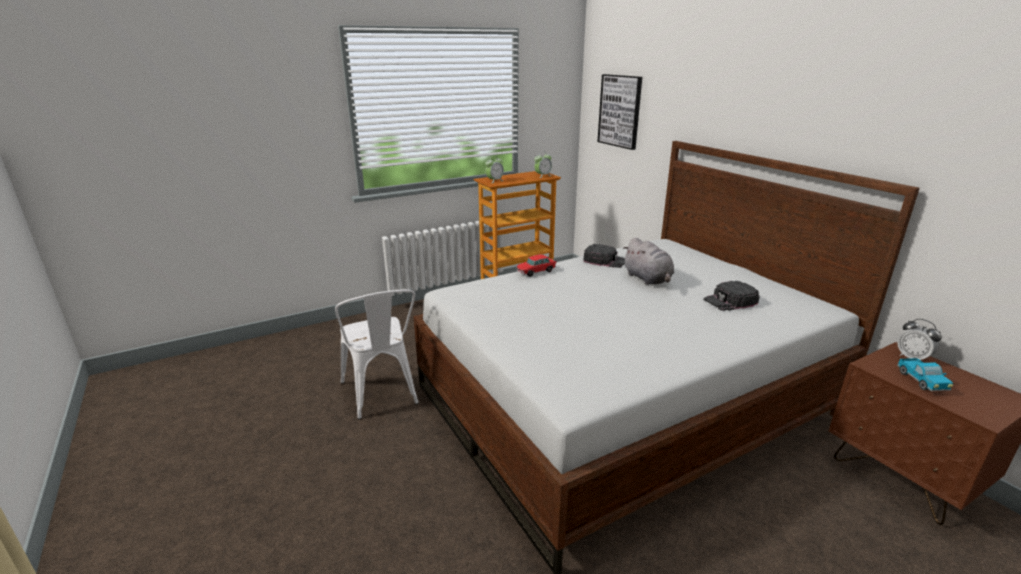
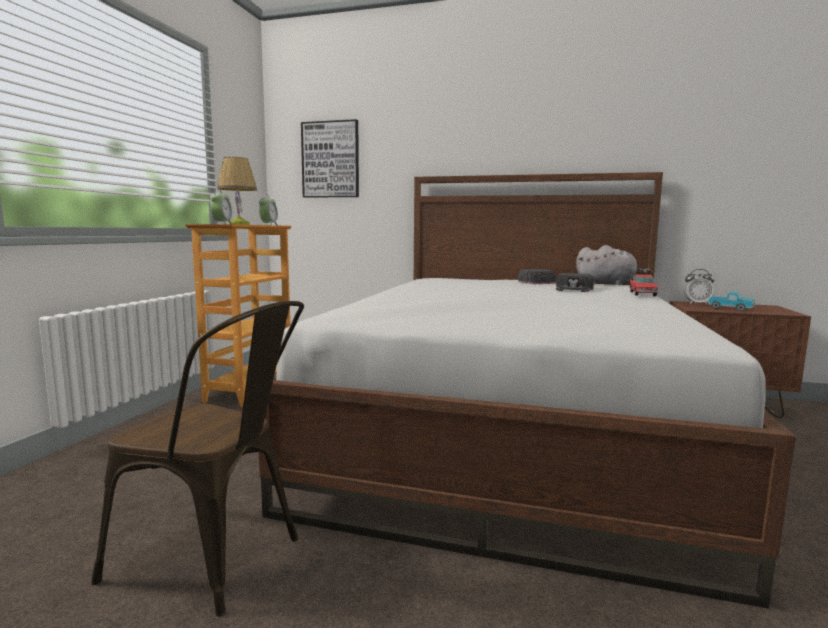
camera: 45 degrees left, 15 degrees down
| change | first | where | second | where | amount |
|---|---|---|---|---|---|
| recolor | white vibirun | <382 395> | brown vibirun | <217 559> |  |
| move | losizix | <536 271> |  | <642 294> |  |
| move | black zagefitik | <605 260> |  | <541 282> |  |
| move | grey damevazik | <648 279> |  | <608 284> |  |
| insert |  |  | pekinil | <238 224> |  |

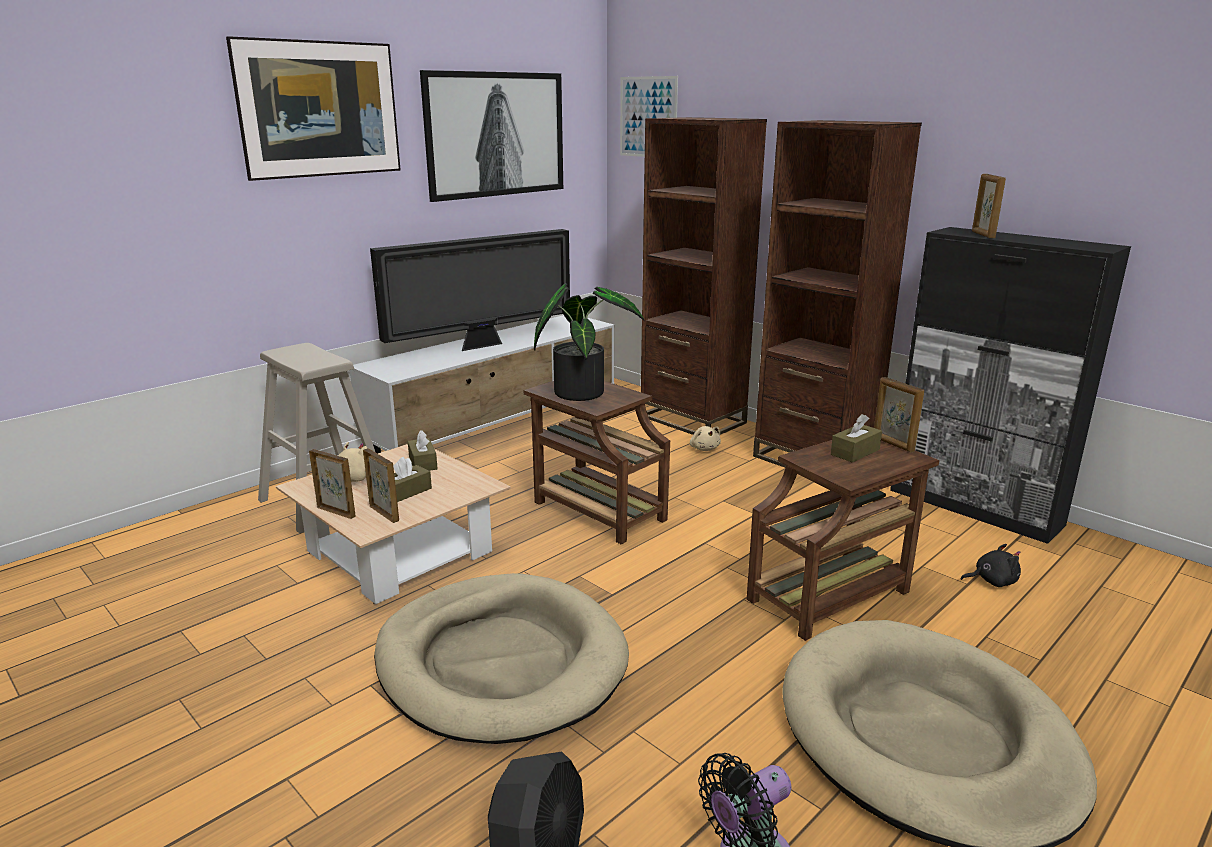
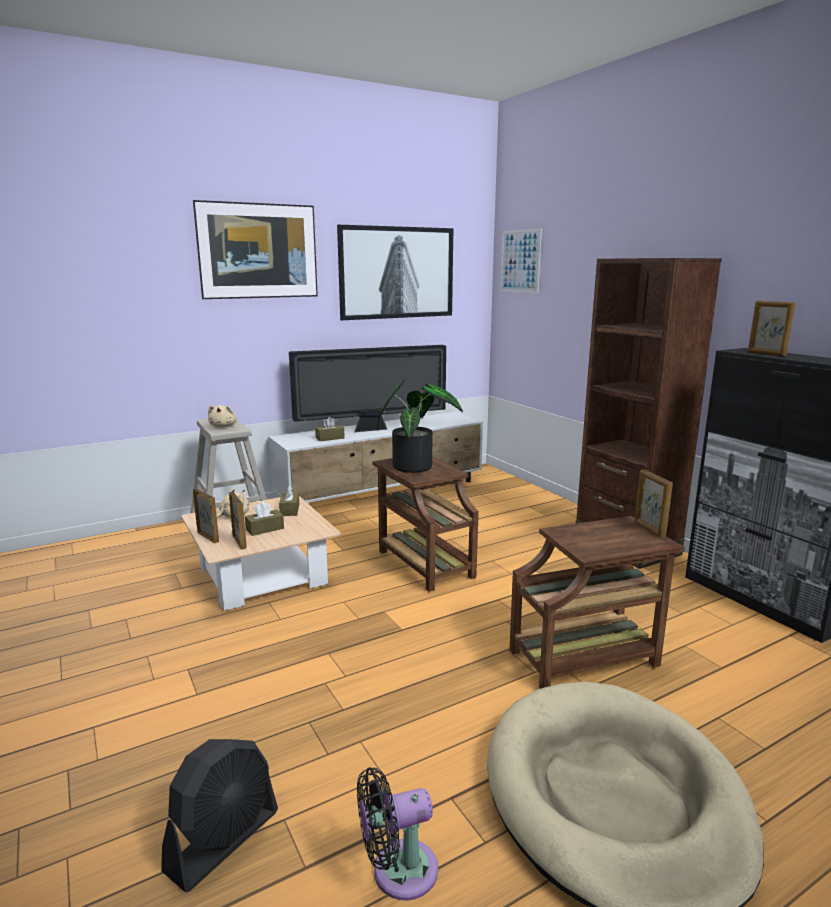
camera: 15 degrees right, 5 degrees down
| change | first | where | second | where | amount |
|---|---|---|---|---|---|
| delete | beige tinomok | <501 662> |  |  |  |
| delete | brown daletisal | <692 419> |  |  |  |
| move | beige damevazik | <704 448> |  | <223 426> |  |
| move | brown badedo | <855 452> |  | <330 438> |  |
| delete | black damevazik | <992 581> |  |  |  |
| rotate | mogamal | <982 235> |  | <766 354> | 45 degrees counterclockwise |

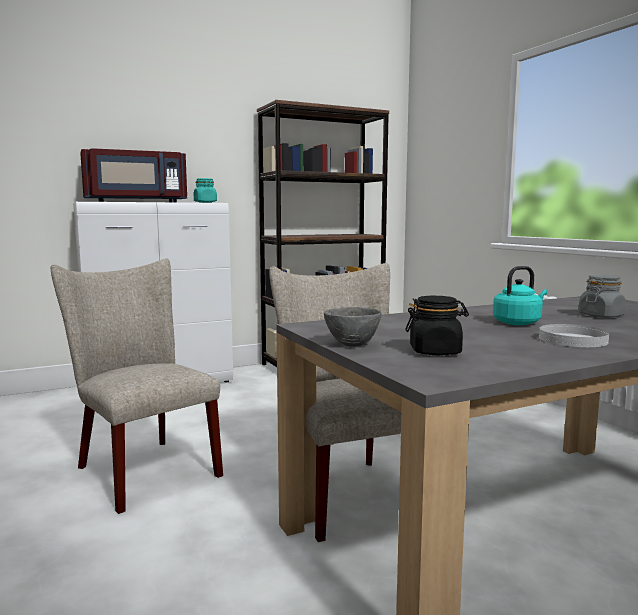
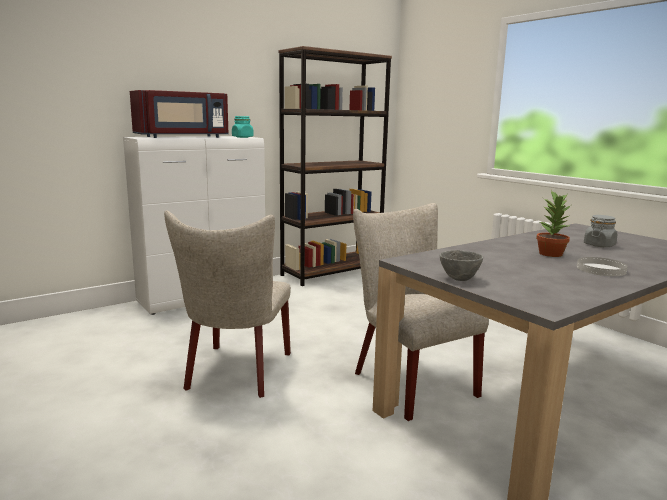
camera: 10 degrees left, 5 degrees up
| change | first | where | second | where | amount |
|---|---|---|---|---|---|
| rotate | beige vibirun | <142 469> |  | <236 373> | 120 degrees counterclockwise |
| delete | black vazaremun | <435 351> |  |  |  |
| replace | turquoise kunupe | <518 322> | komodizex | <550 254> |  |

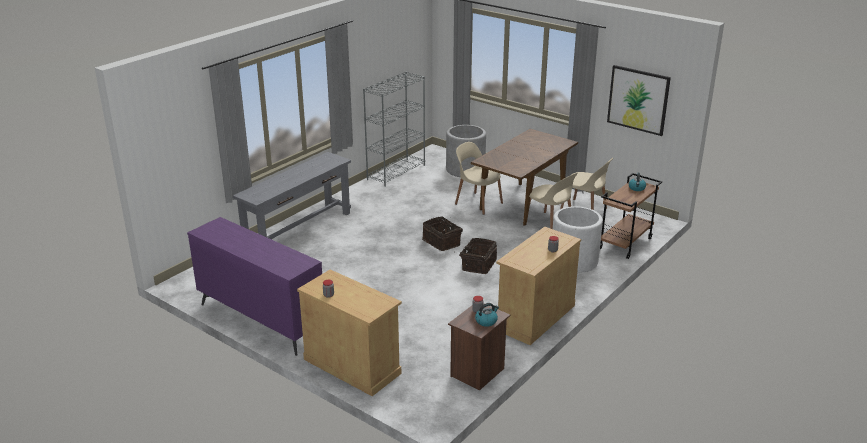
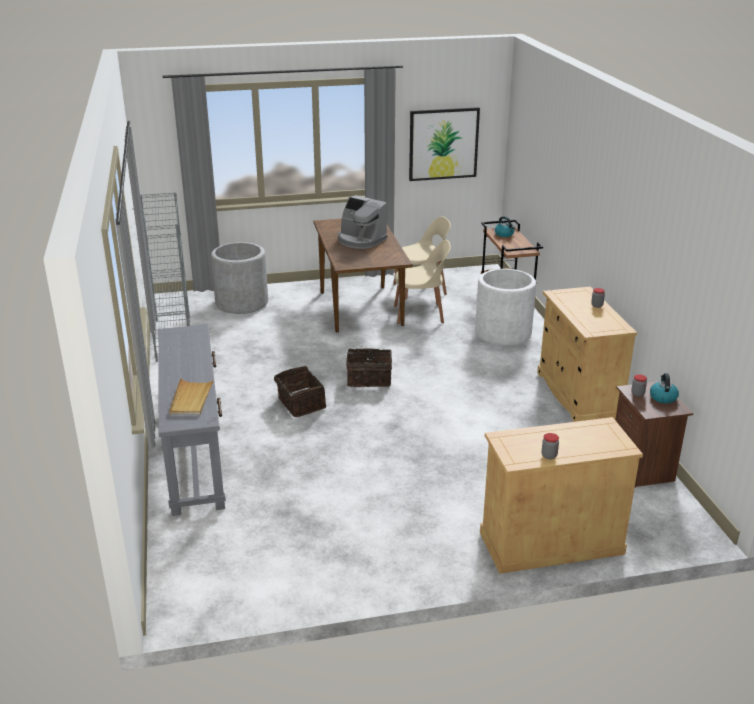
camera: 50 degrees left, 0 degrees up
| change | first | where | second | where | amount |
|---|---|---|---|---|---|
| delete | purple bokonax | <260 320> |  |  |  |
| delete | beige vibirun | <477 203> |  |  |  |
| move | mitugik | <478 265> |  | <300 404> |  |
| insert |  |  | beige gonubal | <191 399> |  |
| insert |  |  | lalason | <360 240> |  |

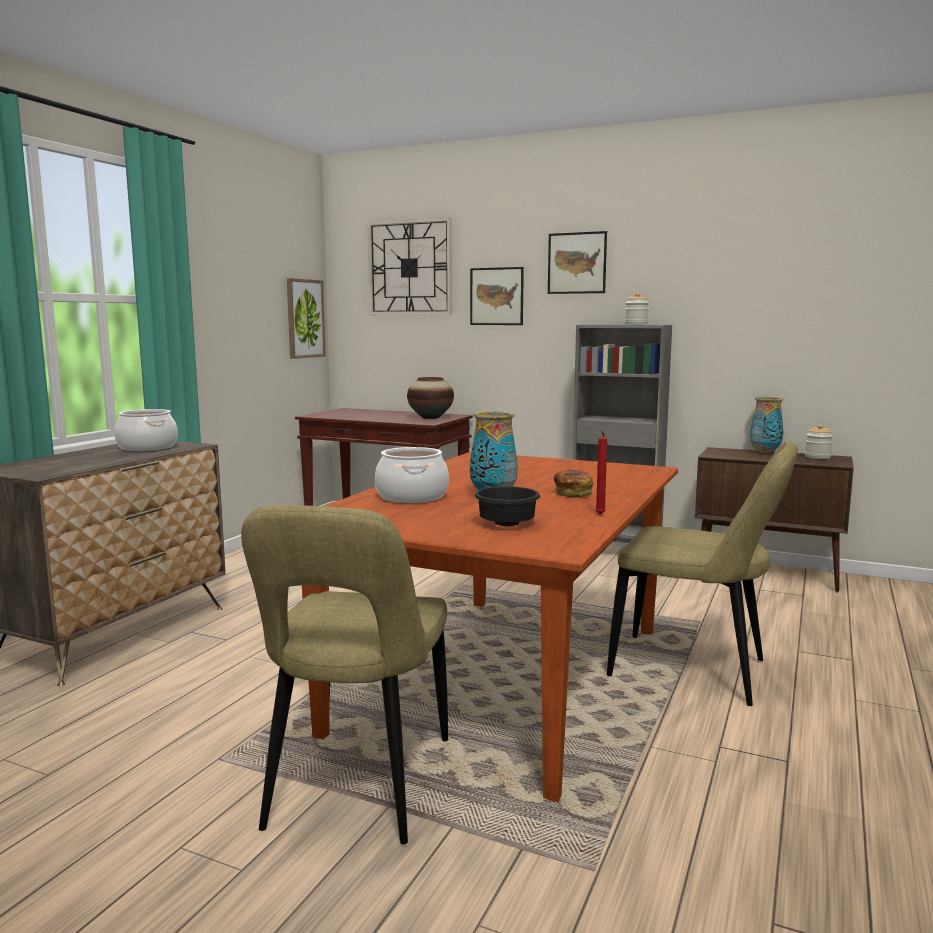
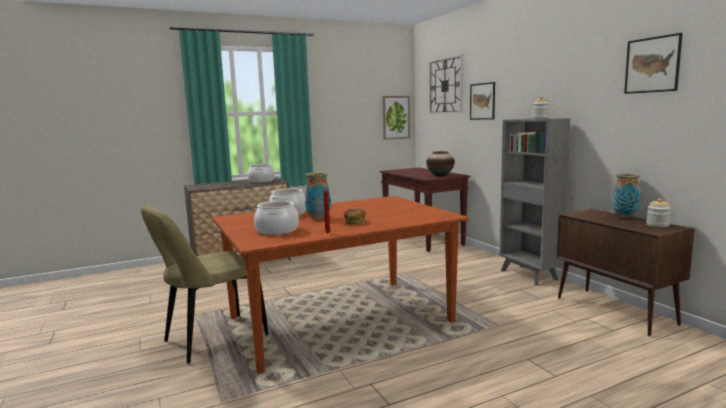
camera: 40 degrees right, 0 degrees up
| change | first | where | second | where | amount |
|---|---|---|---|---|---|
| replace | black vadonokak | <509 524> | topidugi | <277 230> |  |
| move | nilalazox | <577 263> |  | <652 65> |  |
| delete | beige vibirun | <695 671> |  |  |  |

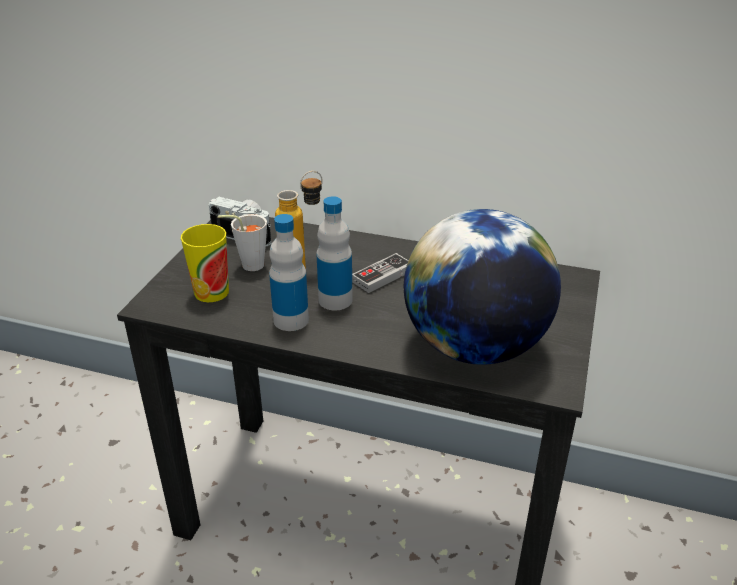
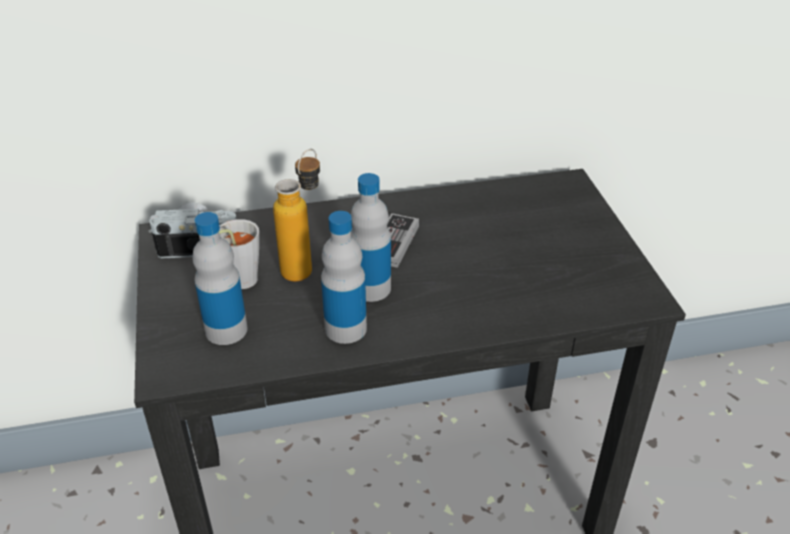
camera: 30 degrees left, 5 degrees up
| change | first | where | second | where | amount |
|---|---|---|---|---|---|
| replace | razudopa | <211 292> | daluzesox | <226 330> |  |
| delete | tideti | <474 347> |  |  |  |

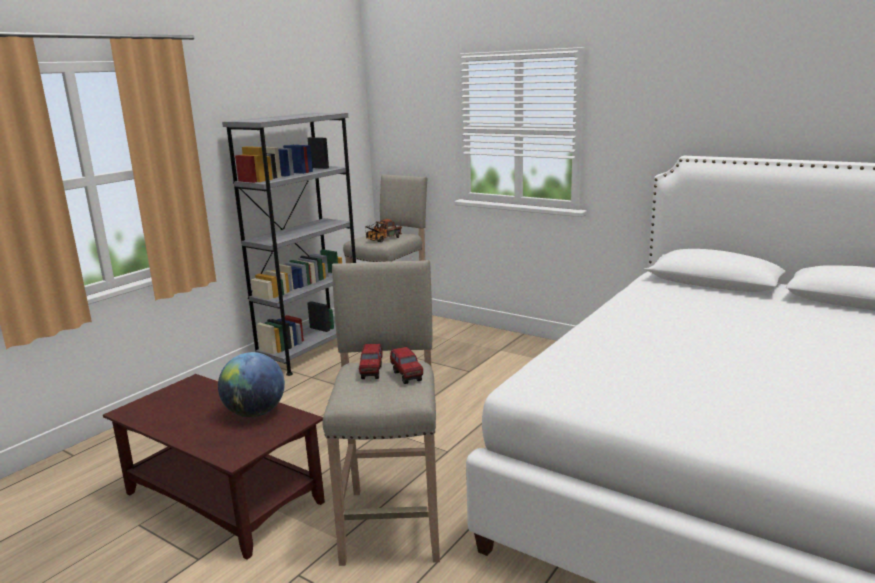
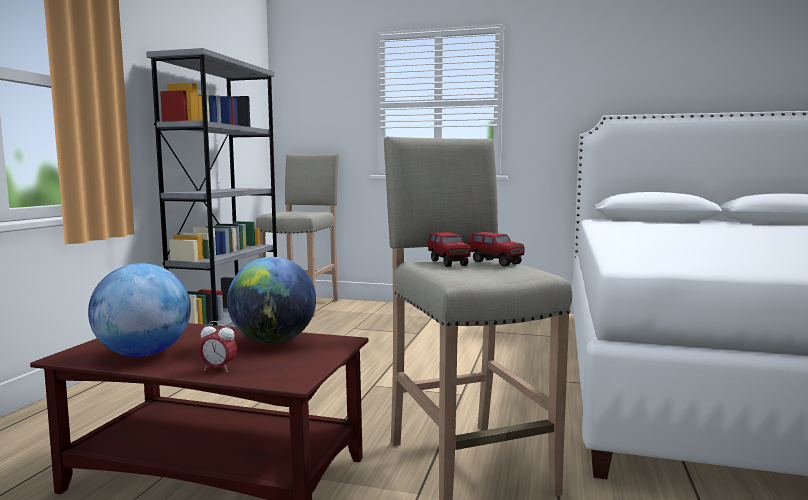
camera: 20 degrees left, 10 degrees down
| change | first | where | second | where | amount |
|---|---|---|---|---|---|
| delete | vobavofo | <382 239> |  |  |  |
| insert |  |  | tideti | <144 354> |  |
| insert |  |  | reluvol | <218 369> |  |

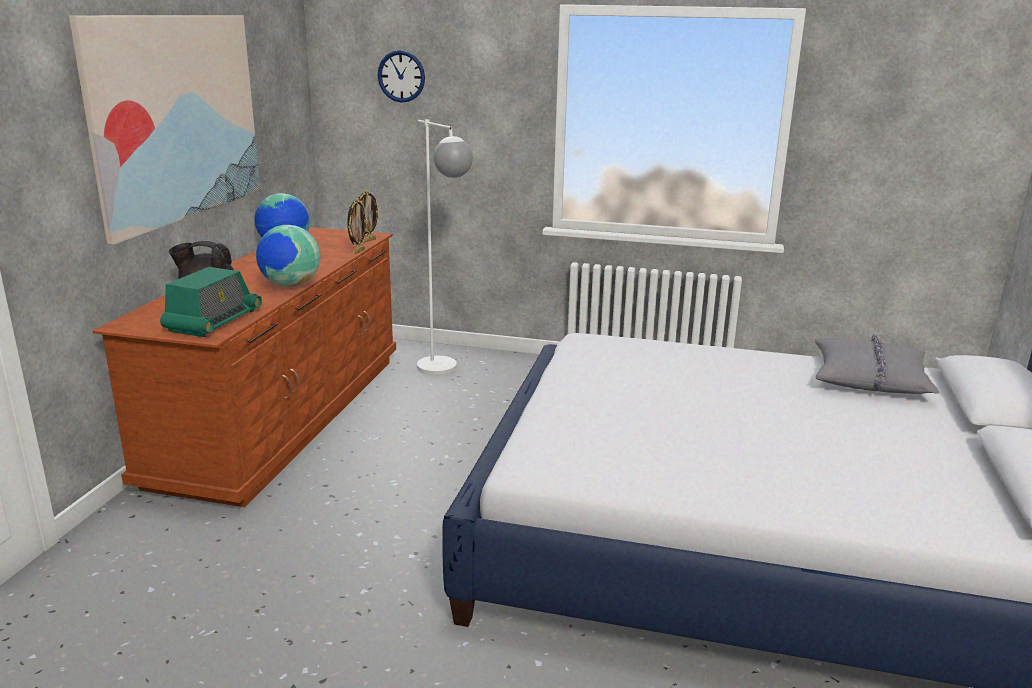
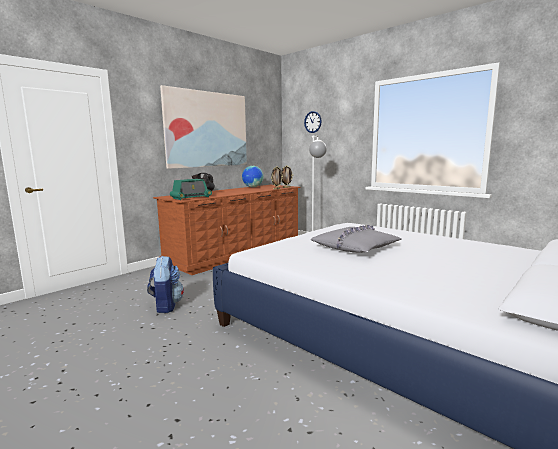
camera: 30 degrees right, 10 degrees down
| change | first | where | second | where | amount |
|---|---|---|---|---|---|
| delete | tideti | <290 285> |  |  |  |
| move | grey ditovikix | <870 378> |  | <355 248> |  |
| insert |  |  | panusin | <166 306> |  |

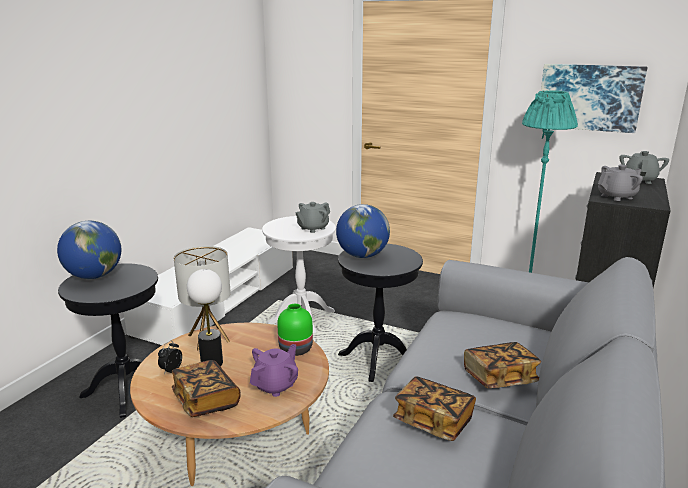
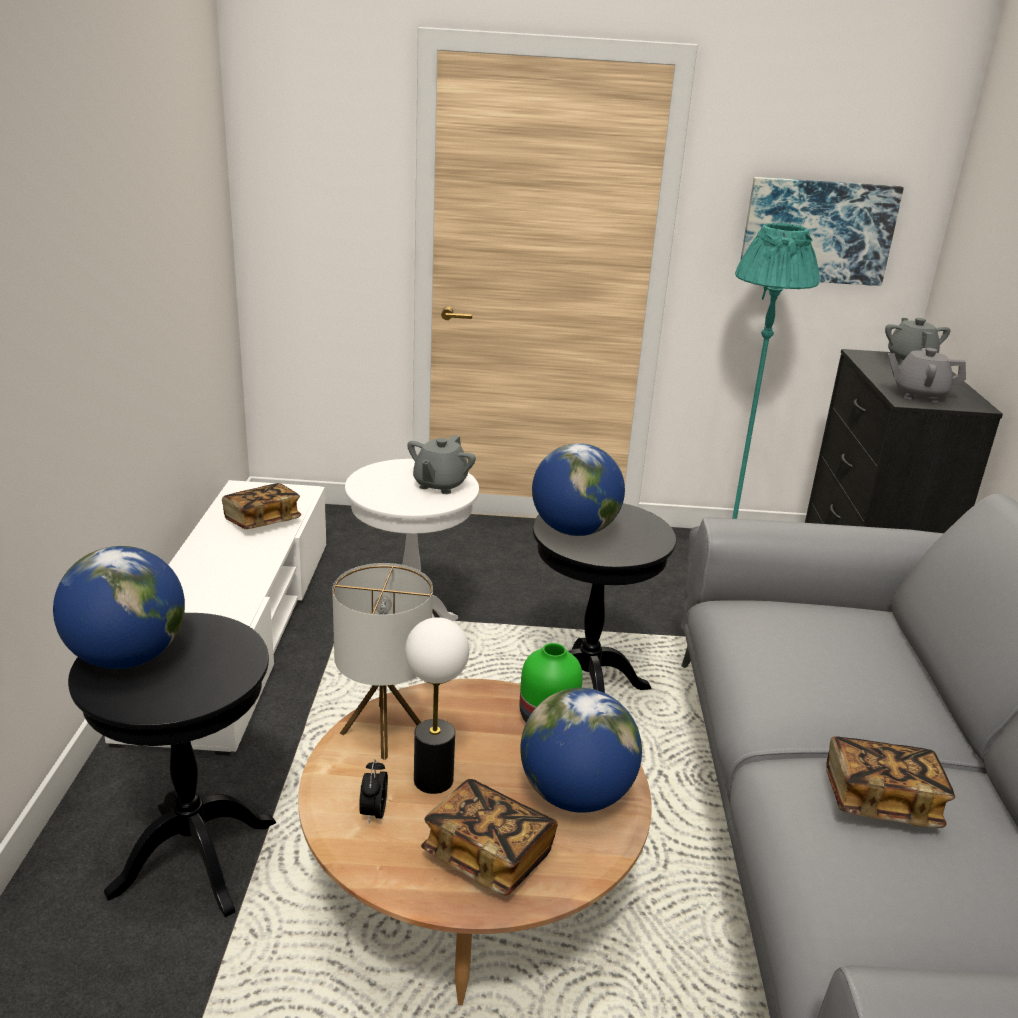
camera: 25 degrees left, 5 degrees up
| change | first | where | second | where | amount |
|---|---|---|---|---|---|
| replace | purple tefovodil | <276 385> | tideti | <576 795> |  |
| move | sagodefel | <499 377> |  | <262 521> |  |
| rotate | grey tefovodil | <617 197> |  | <919 395> | 120 degrees counterclockwise |

